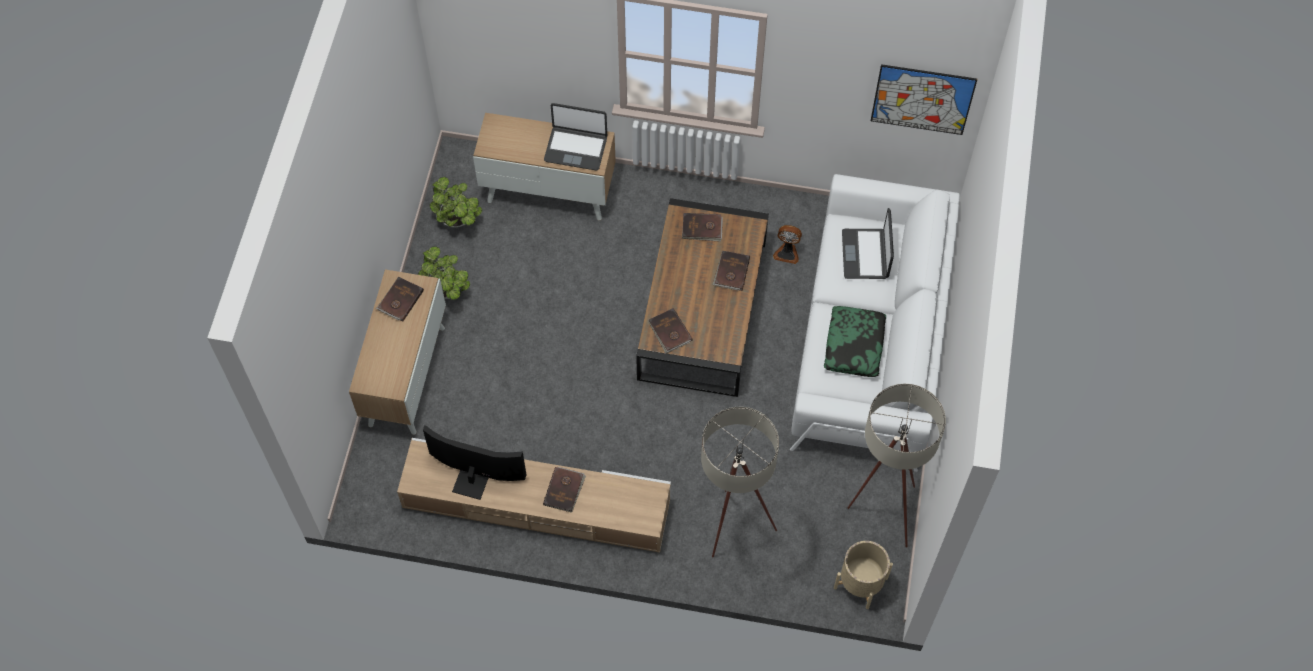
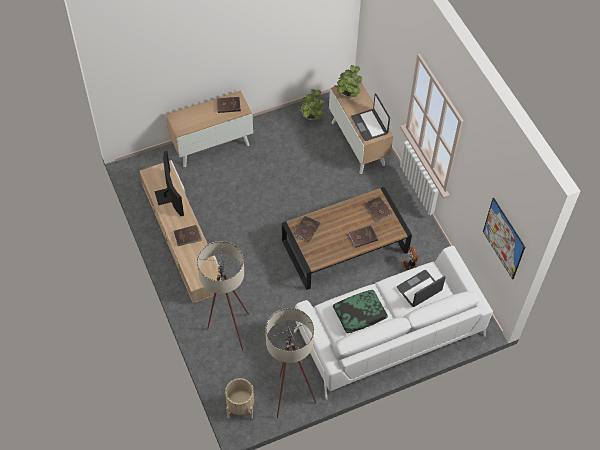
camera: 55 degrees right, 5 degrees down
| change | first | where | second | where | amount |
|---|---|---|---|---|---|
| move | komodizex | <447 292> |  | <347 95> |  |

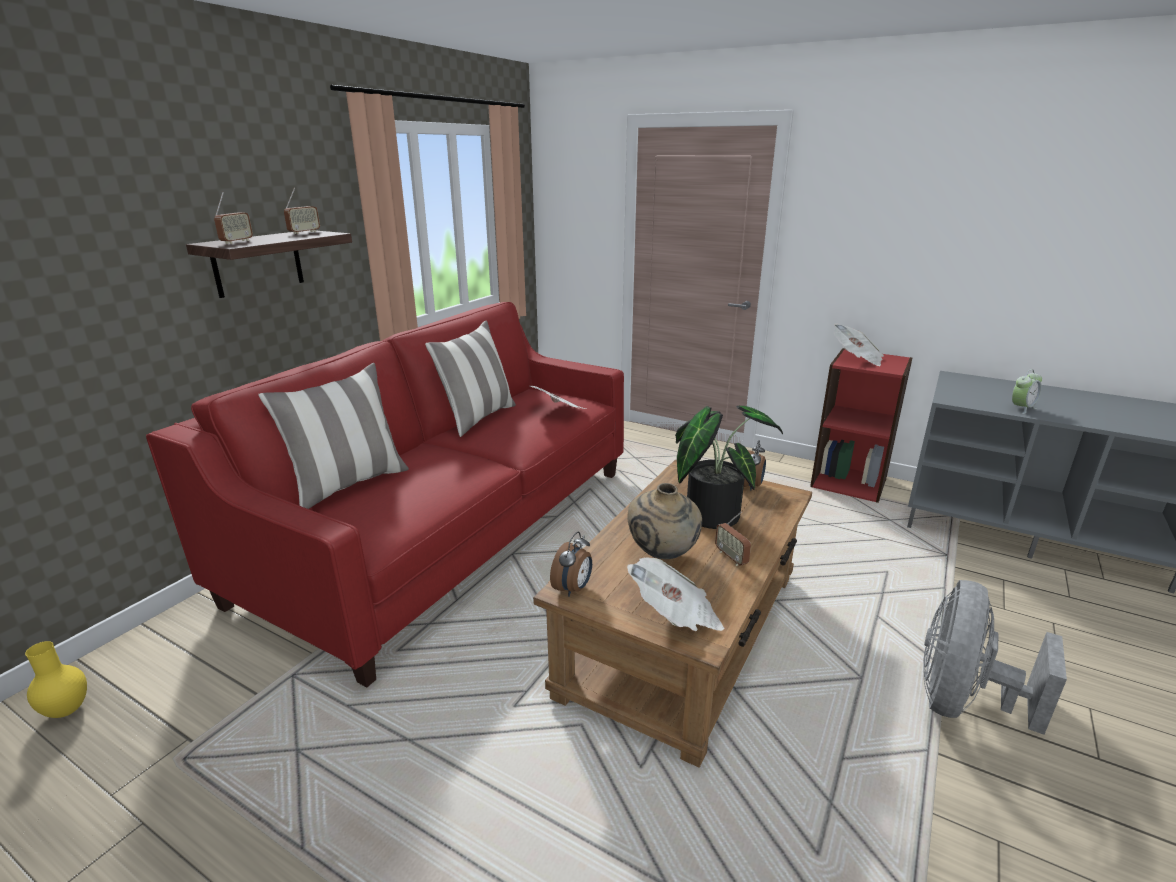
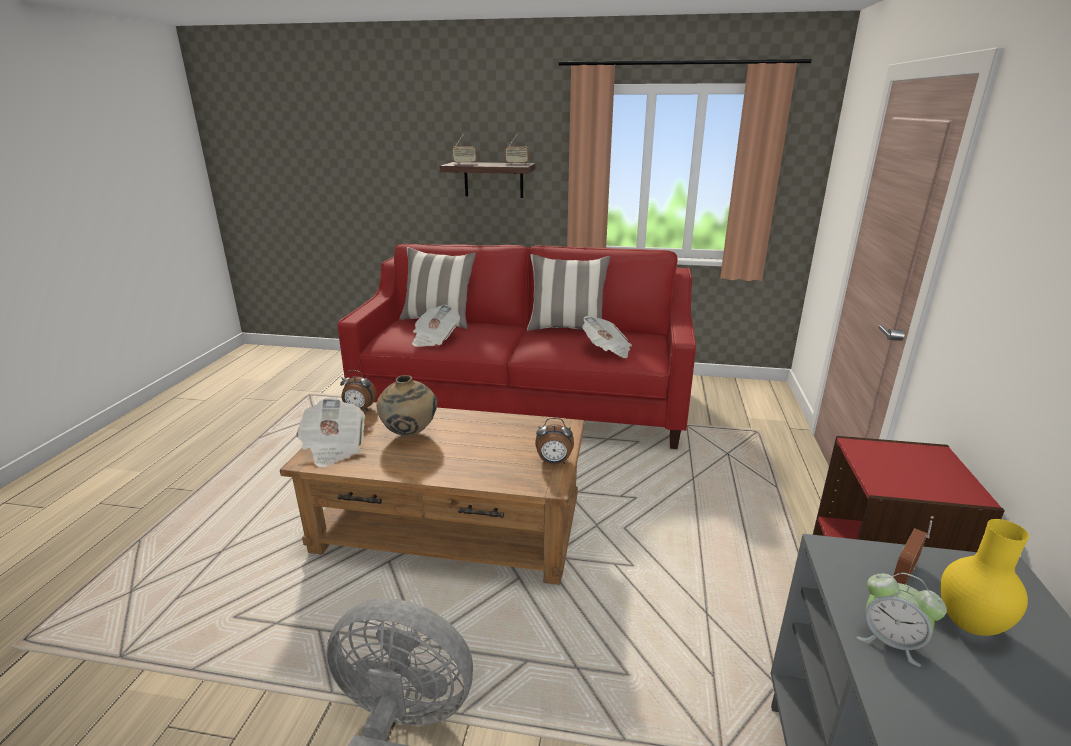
camera: 70 degrees right, 0 degrees up
| change | first | where | second | where | amount |
|---|---|---|---|---|---|
| move | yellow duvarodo | <66 711> |  | <967 624> |  |
| delete | komodizex | <712 512> |  |  |  |
| move | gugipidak | <731 557> |  | <904 575> |  |
| move | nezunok | <856 359> |  | <434 339> |  |

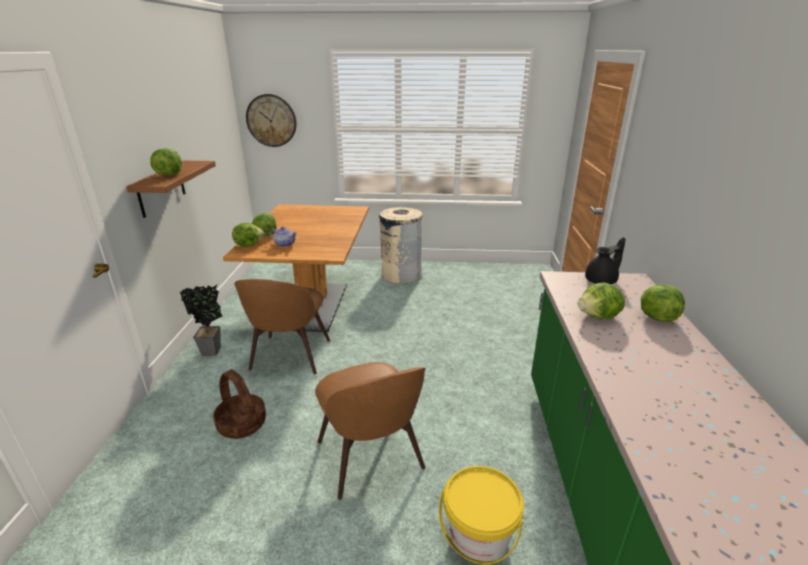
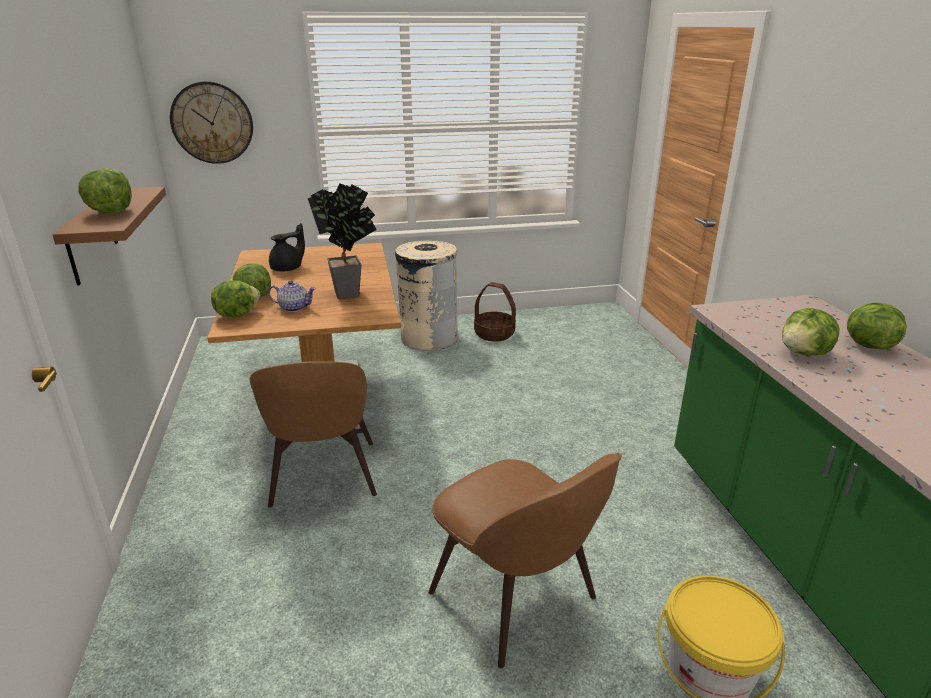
camera: 15 degrees left, 0 degrees up
| change | first | where | second | where | amount |
|---|---|---|---|---|---|
| move | komodizex | <214 352> |  | <351 294> |  |
| move | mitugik | <242 424> |  | <494 334> |  |
| move | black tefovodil | <602 281> |  | <288 268> |  |

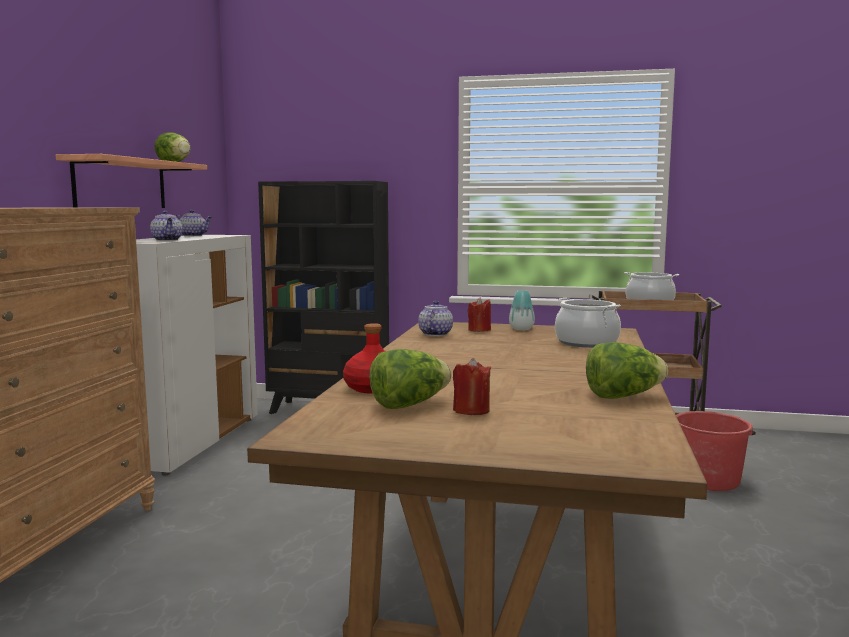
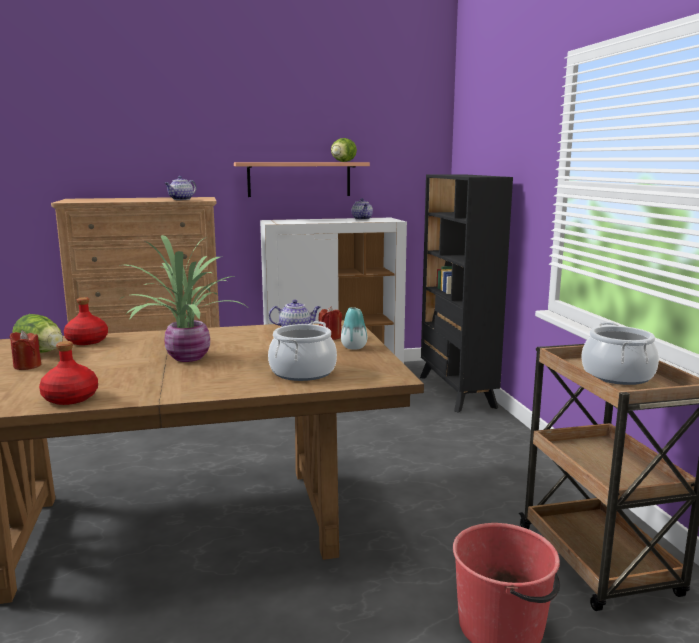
camera: 65 degrees right, 5 degrees up
| change | first | where | second | where | amount |
|---|---|---|---|---|---|
| move | tefovodil | <167 240> |  | <181 199> |  |
| replace | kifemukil | <623 396> | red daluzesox | <71 398> |  |
| insert |  |  | komodizex | <187 357> |  |

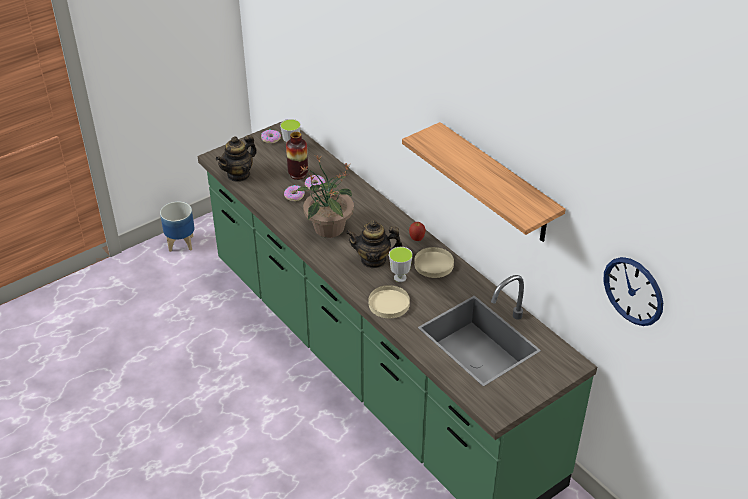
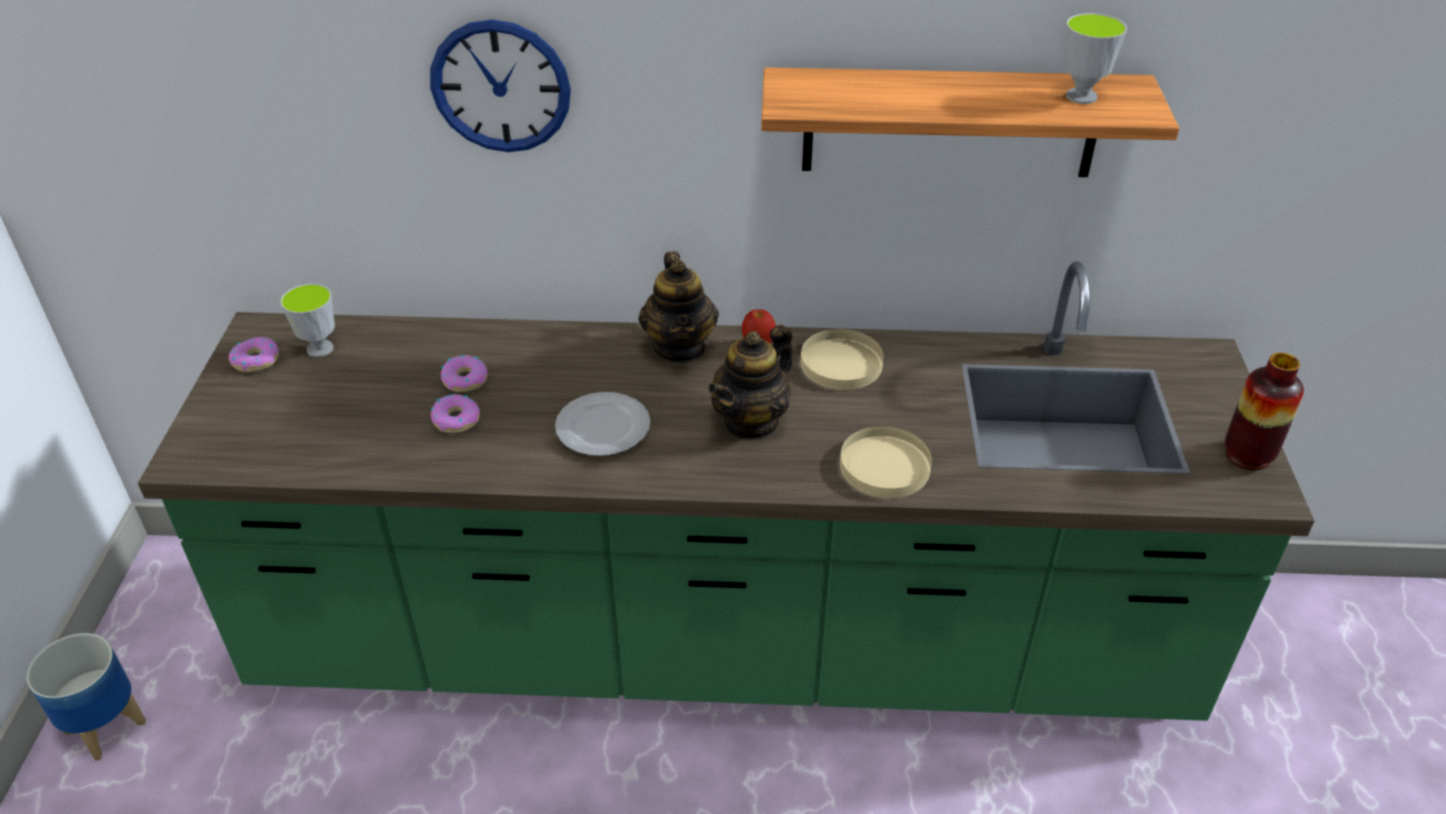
camera: 50 degrees left, 0 degrees up
| change | first | where | second | where | amount |
|---|---|---|---|---|---|
| move | tefovodil | <239 175> |  | <680 347> |  |
| move | duvarodo | <298 174> |  | <1247 455> |  |
| replace | komodizex | <328 228> | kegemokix | <602 428> |  |
| move | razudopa | <400 277> |  | <1081 96> |  |
| move | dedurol | <633 291> |  | <501 86> |  |

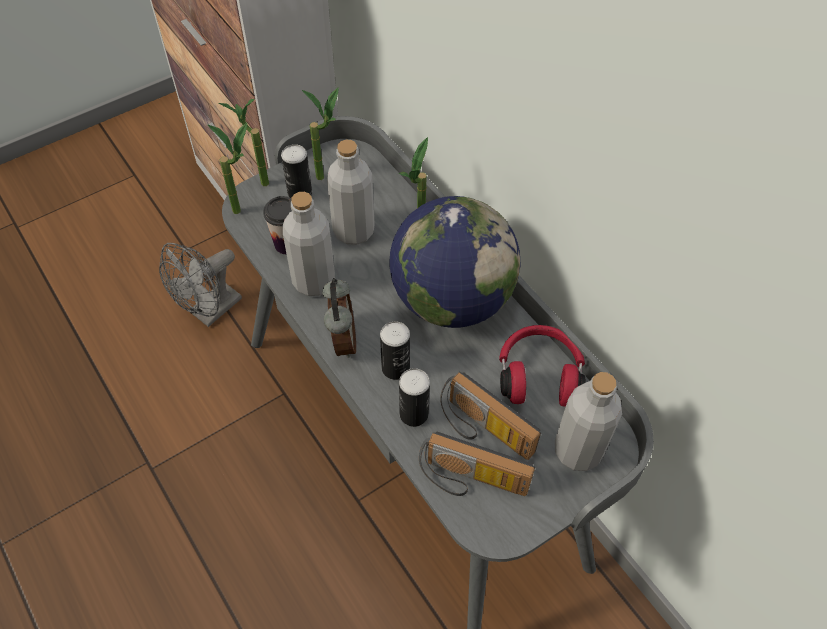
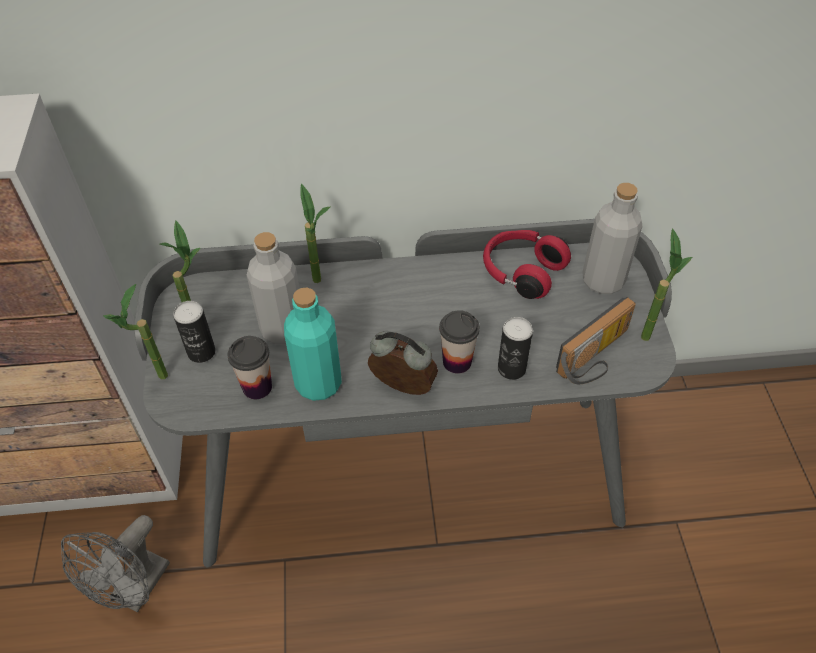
camera: 60 degrees left, 5 degrees down
| change | first | where | second | where | amount |
|---|---|---|---|---|---|
| rotate | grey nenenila | <210 312> |  | <135 591> | 45 degrees clockwise |
| move | komodizex | <245 210> |  | <647 330> |  |
| recolor | grey daluzesox | <314 281> | turquoise daluzesox | <318 383> |  |
| replace | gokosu | <395 368> | razudopa | <457 361> |  |
| delete | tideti | <451 299> |  |  |  |
| delete | gugipidak | <482 430> |  |  |  |

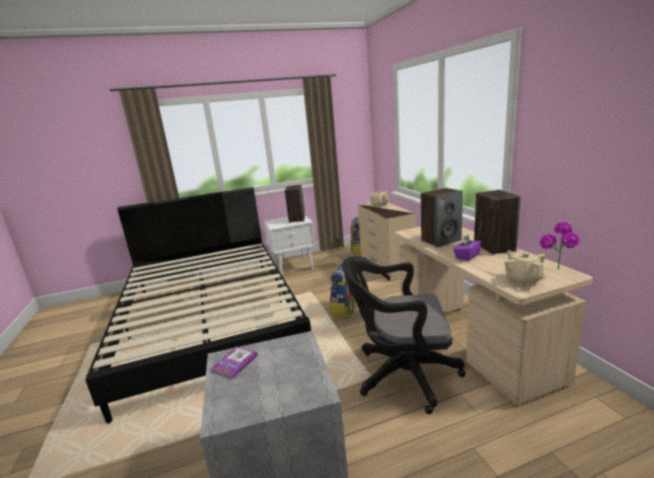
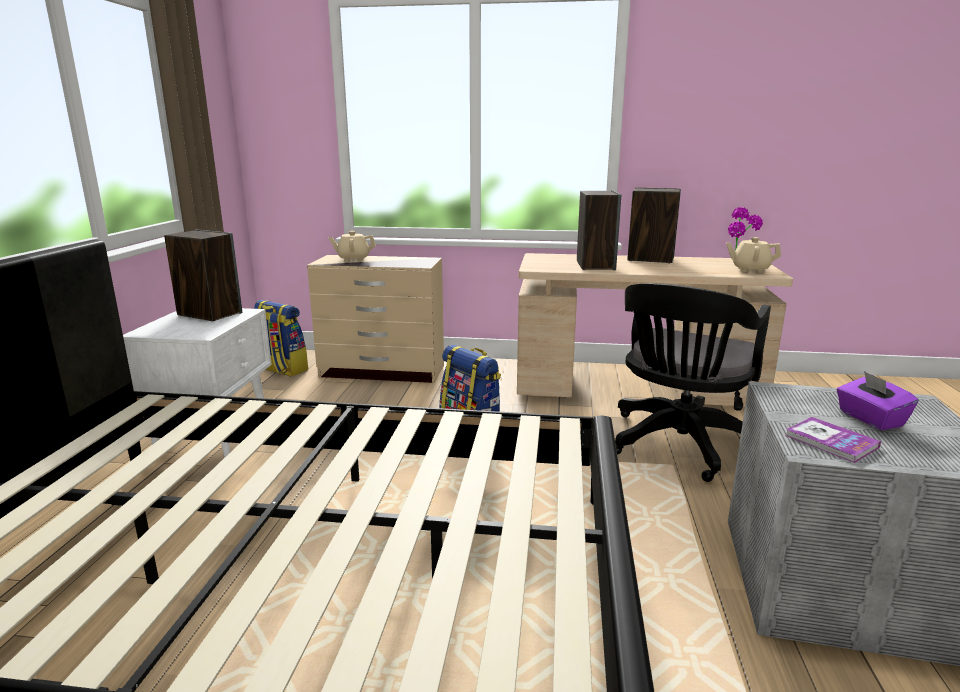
camera: 65 degrees left, 0 degrees up
| change | first | where | second | where | amount |
|---|---|---|---|---|---|
| move | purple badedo | <466 256> |  | <870 419> |  |

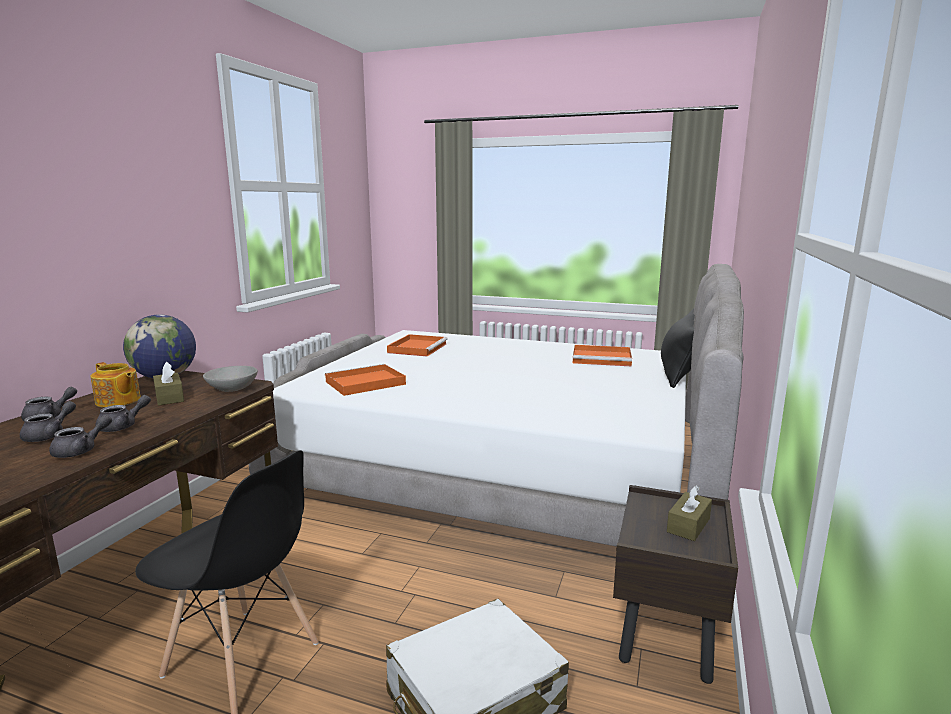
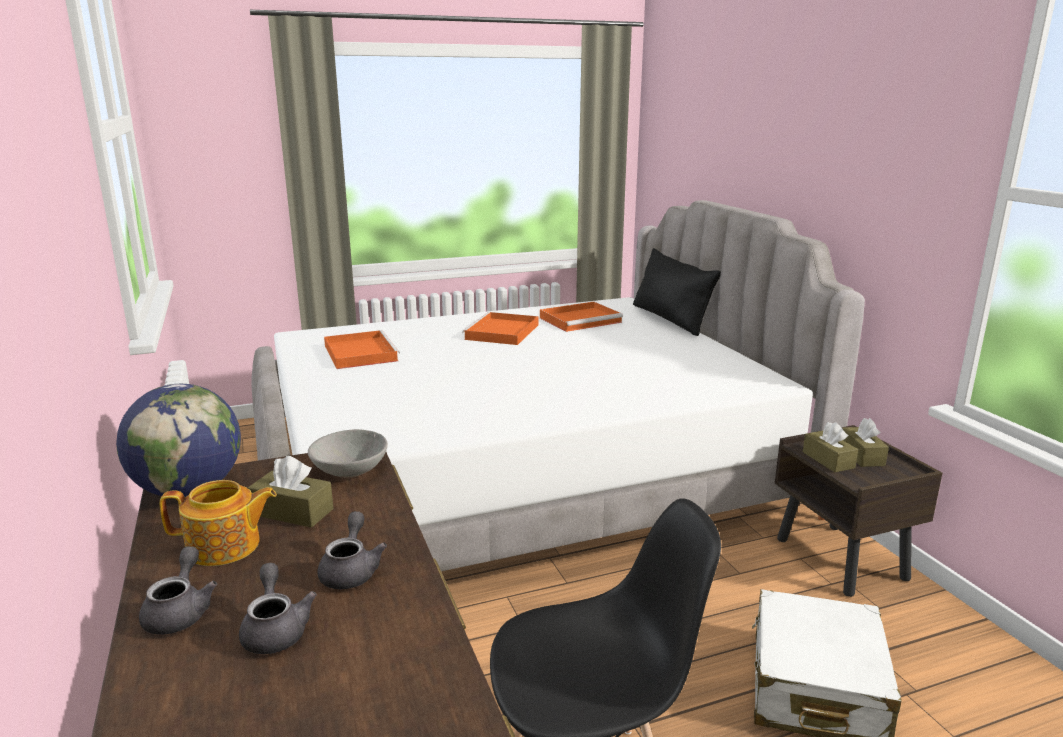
camera: 40 degrees left, 5 degrees up
| change | first | where | second | where | amount |
|---|---|---|---|---|---|
| delete | grey tefovodil | <81 450> |  |  |  |
| move | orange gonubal | <364 383> |  | <502 332> |  |
| insert |  |  | brown badedo | <828 460> |  |

